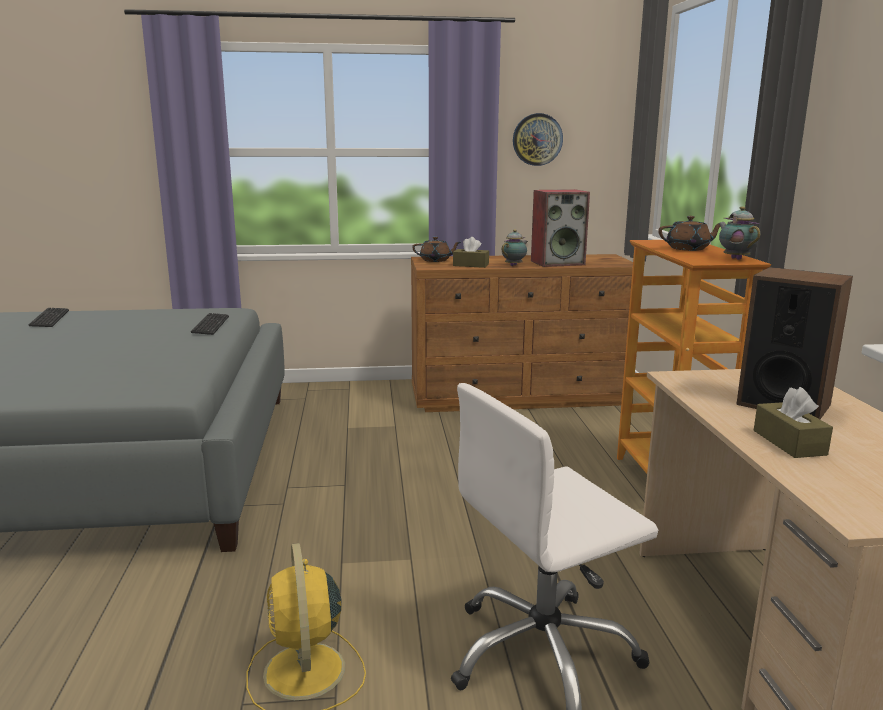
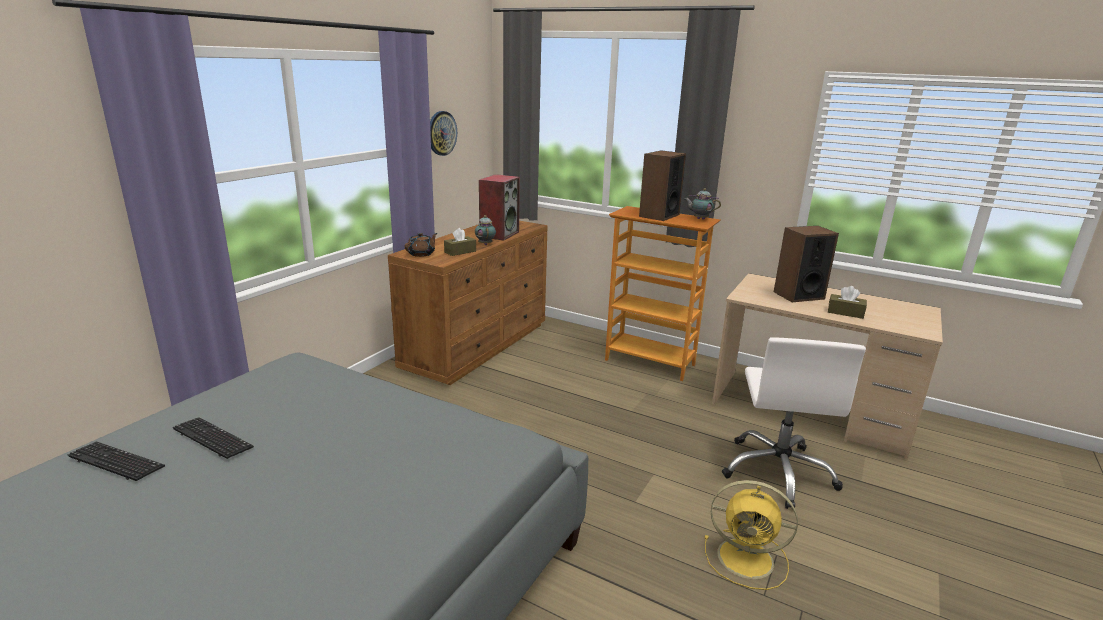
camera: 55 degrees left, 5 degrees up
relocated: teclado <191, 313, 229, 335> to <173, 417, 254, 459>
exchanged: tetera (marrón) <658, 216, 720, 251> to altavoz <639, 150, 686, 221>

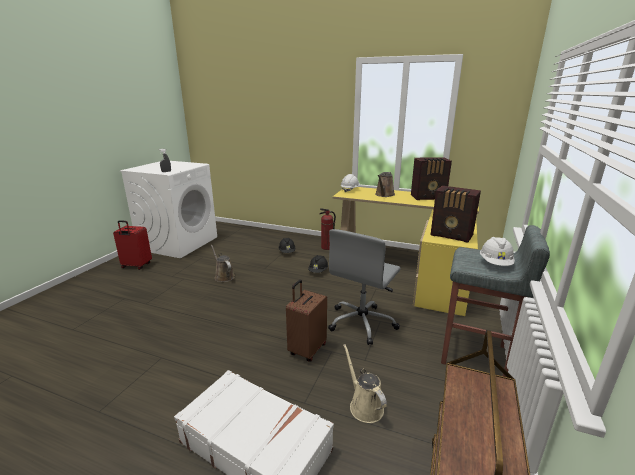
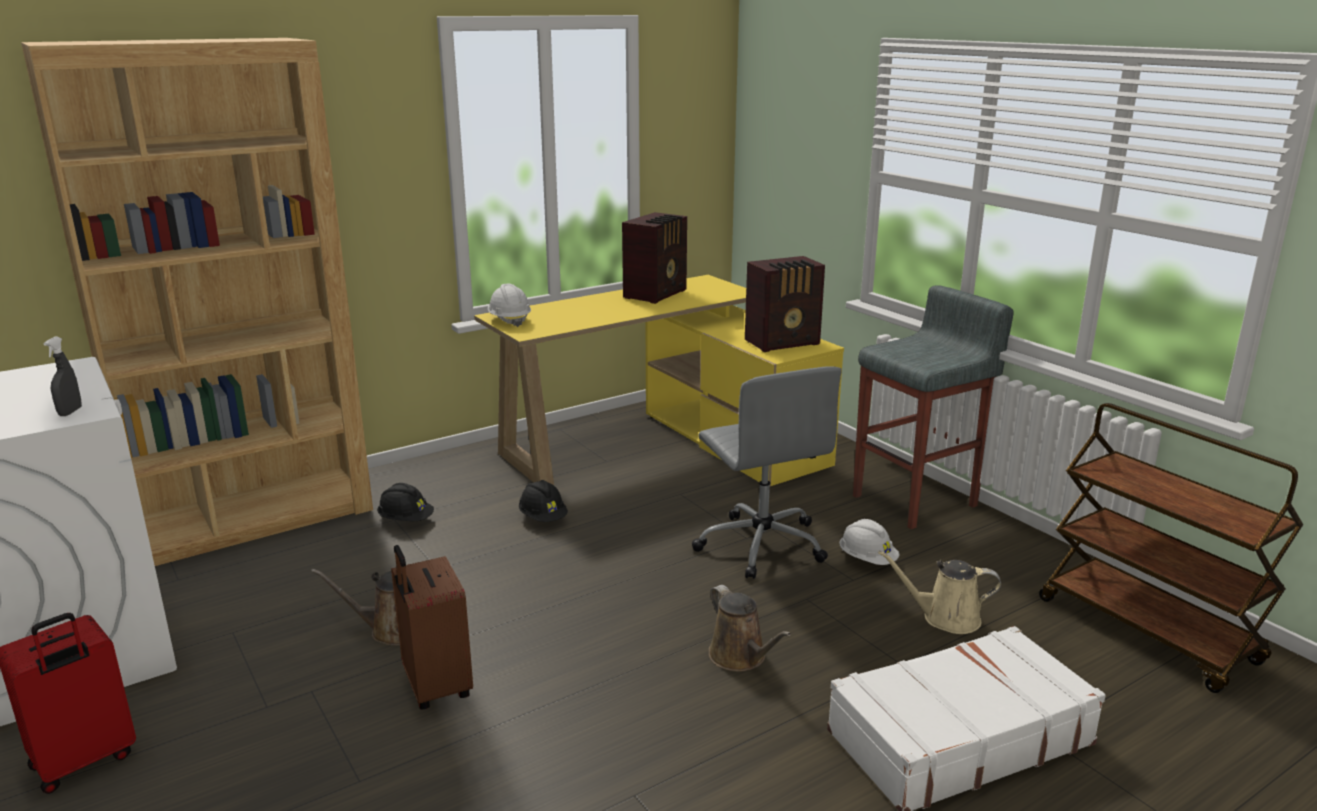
camera: 55 degrees left, 0 degrees up
missing: extintor <319, 208, 336, 250>
appeared: estantería (marrón) <21, 38, 373, 566>
relocated: regadera (marrón) <375, 172, 395, 197> to <709, 585, 791, 672>; casco (blanco) <480, 237, 515, 266> to <839, 519, 899, 565>; maleta (marrón) <286, 280, 327, 362> to <391, 545, 473, 710>

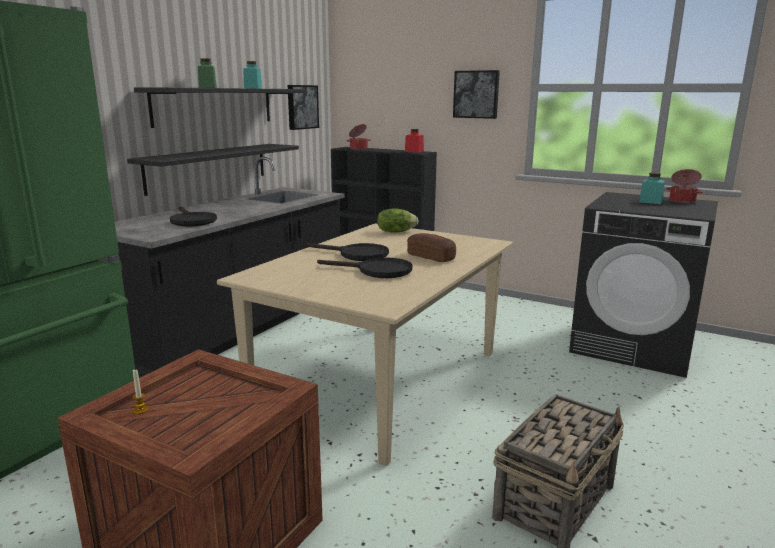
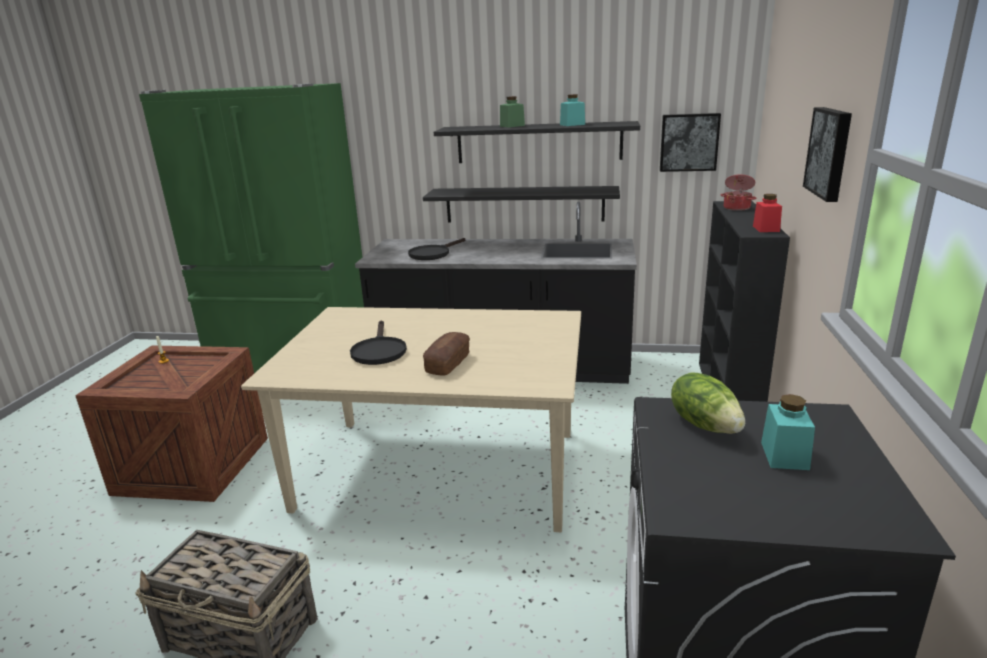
camera: 70 degrees right, 5 degrees up
missing: olla <666, 169, 703, 203>; sartén (negro) <306, 243, 389, 261>
relocated: lechuga <377, 208, 418, 233> to <671, 372, 745, 434>

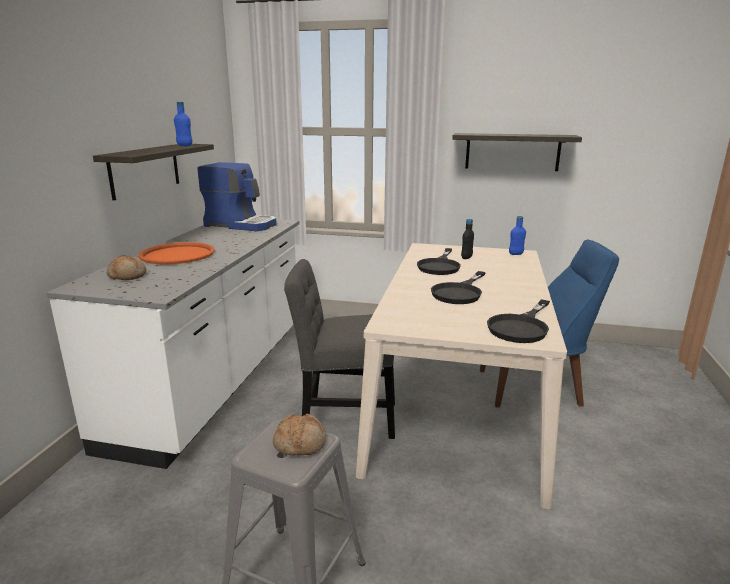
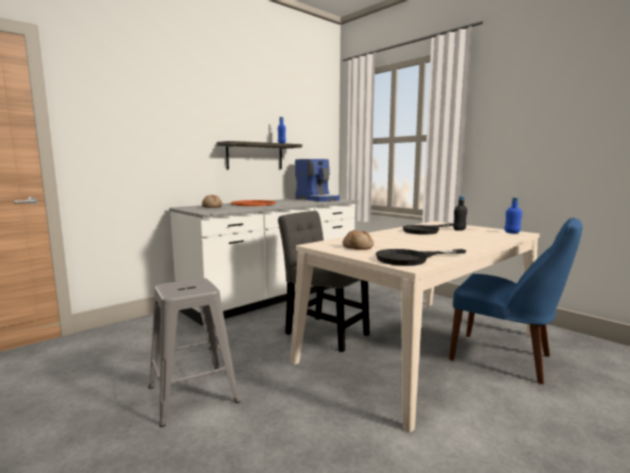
camera: 35 degrees right, 10 degrees down
missing: estante <452, 133, 582, 171>; sartén (negro) <431, 271, 486, 304>
relocated: pan <273, 414, 326, 456> to <343, 230, 374, 250>

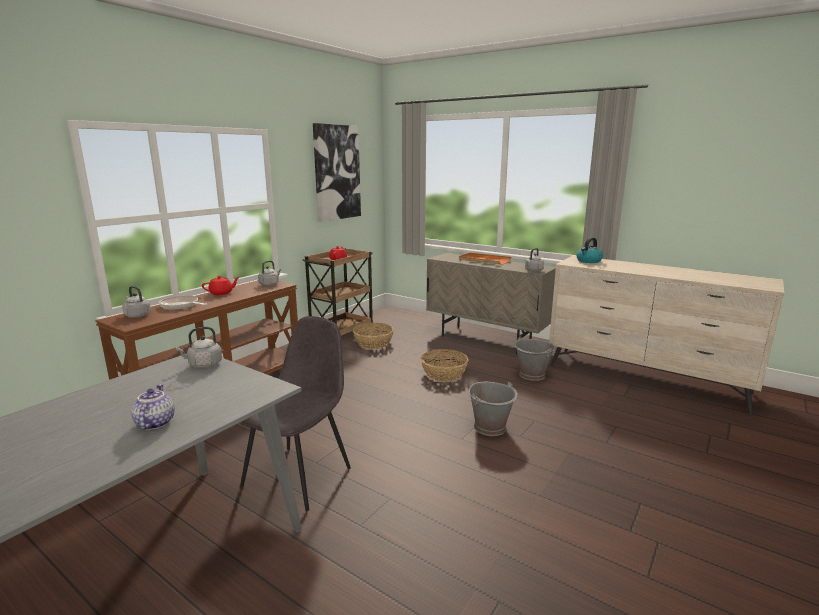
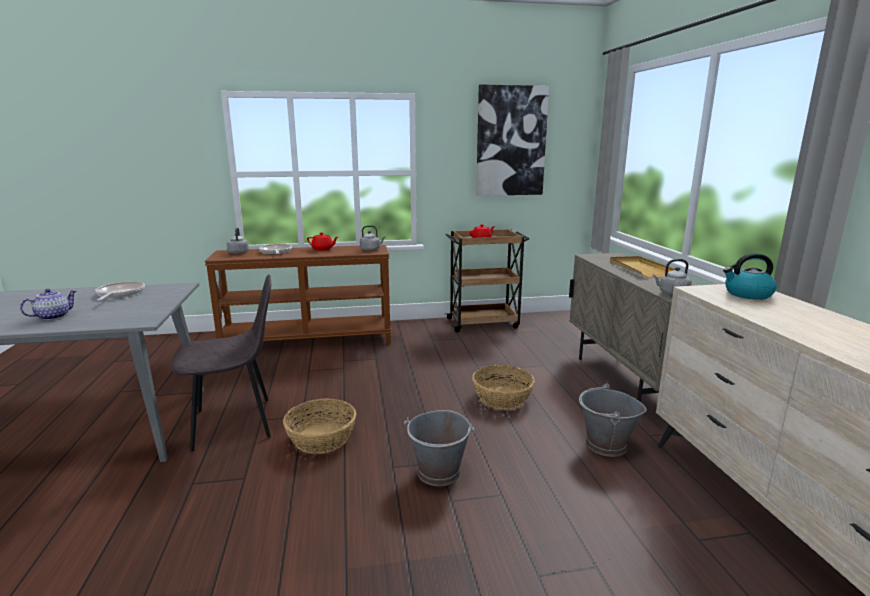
camera: 45 degrees right, 0 degrees up
missing: hervidor (gris) <176, 327, 222, 368>
appeared: sartén <95, 281, 145, 301>
relocated: cesta <353, 323, 394, 349> to <283, 398, 356, 454>
colour: bandeja (naranja) <459, 253, 511, 265> to bandeja (beis) <610, 256, 675, 278>

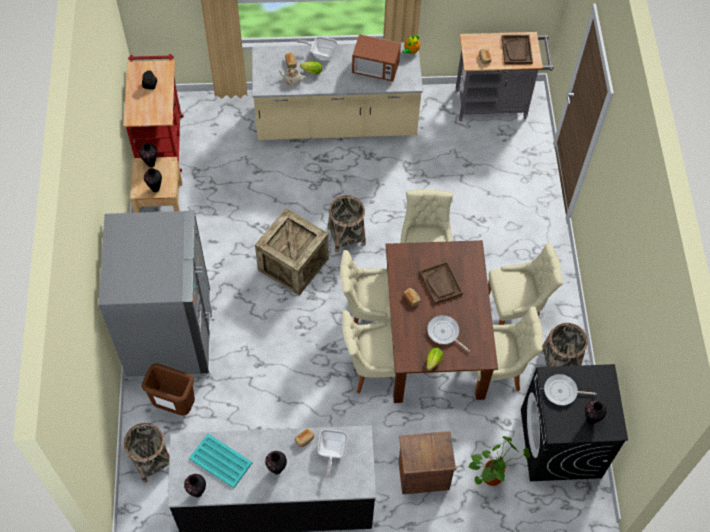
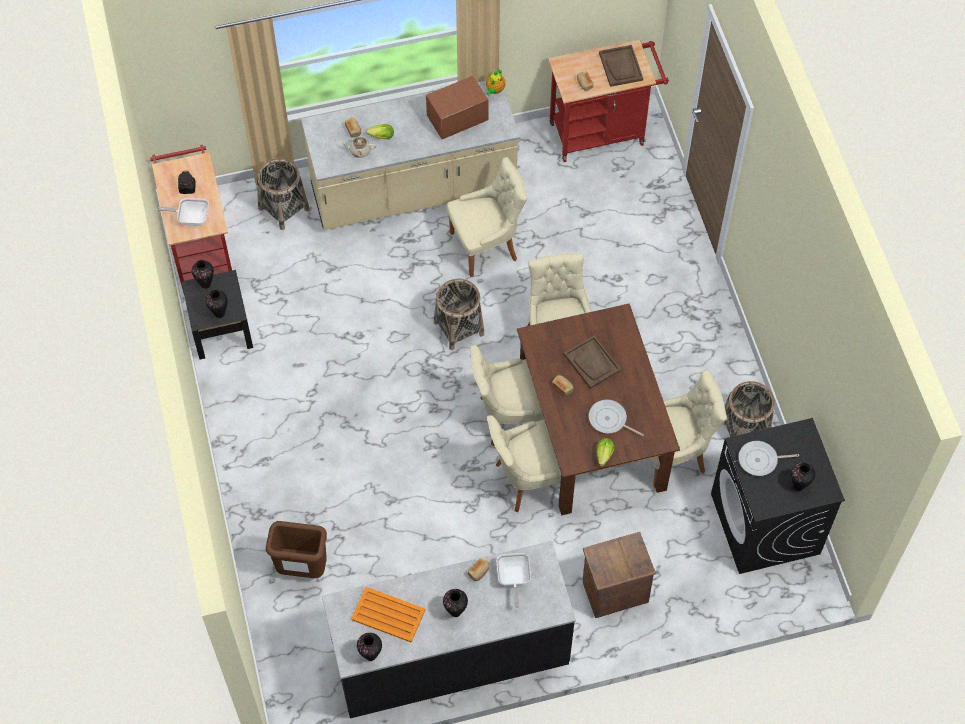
camera: 10 degrees left, 0 degrees up
missing: caja de embalaje <255, 208, 329, 296>; nevera (gris) <99, 211, 212, 380>; planta en maceta <469, 436, 530, 486>
relocated: sartén <296, 36, 337, 60> to <157, 198, 209, 226>; silla (beis) <488, 243, 563, 325> to <447, 157, 527, 277>; cesta <124, 423, 169, 483> to <257, 158, 310, 230>
colour: carrito (gris) <456, 32, 554, 121> to carrito (rojo) <548, 40, 669, 162>; mesita de noche (beis) <130, 157, 182, 213> to mesita de noche (negro) <182, 270, 253, 360>; bandeja (turquesa) <189, 434, 252, 488> to bandeja (naranja) <351, 587, 425, 642>
spun: microondas <352, 34, 401, 81> = <426, 76, 489, 139> 150 degrees clockwise

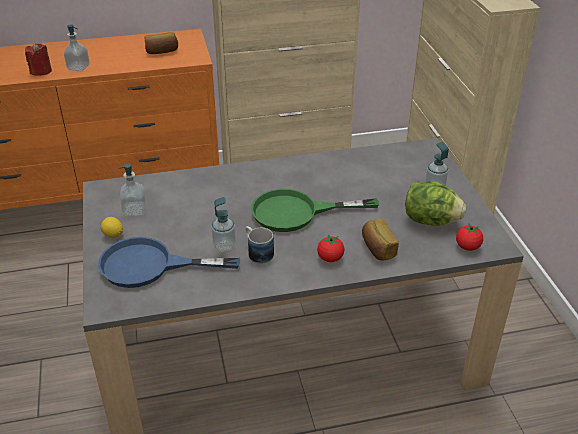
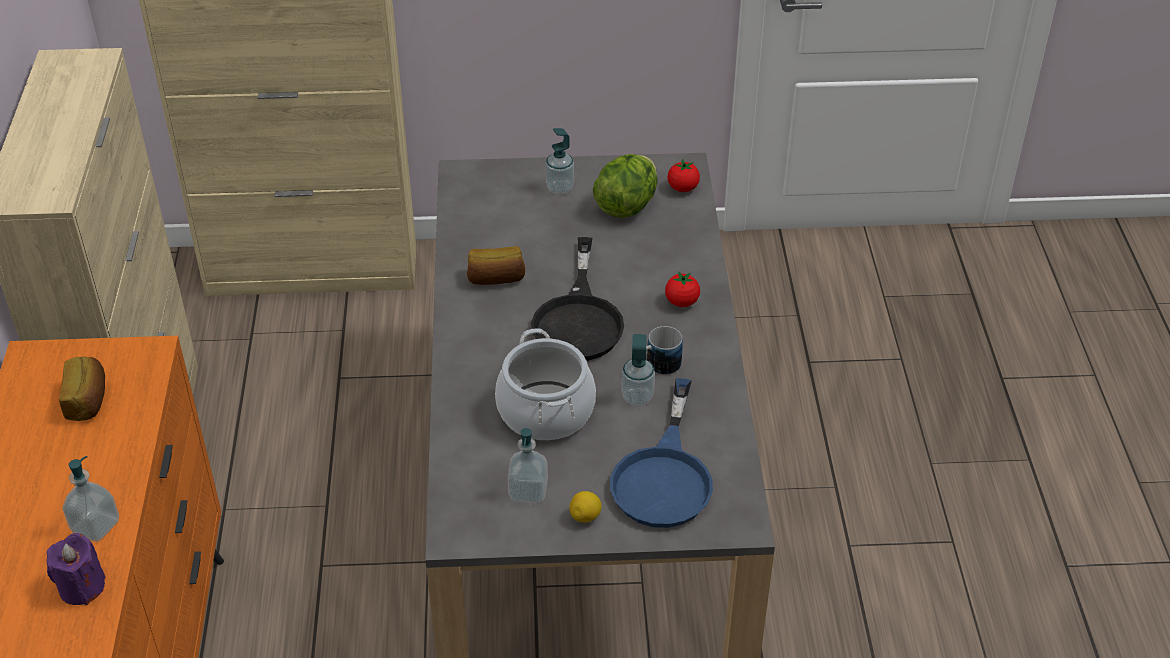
camera: 80 degrees left, 5 degrees up
appeared: olla <495, 328, 596, 441>
relocated: pan <362, 219, 399, 261> to <467, 246, 525, 285>
colour: vela (rojo) <25, 42, 52, 76> to vela (morado) <47, 533, 106, 605>; sartén (verde) <251, 189, 379, 232> to sartén (negro) <531, 237, 624, 361>

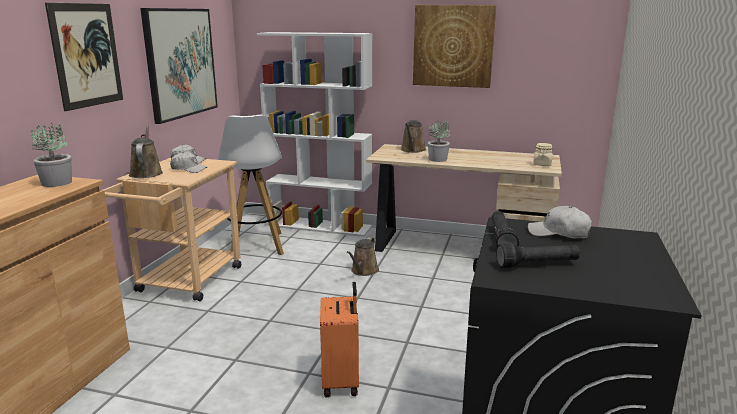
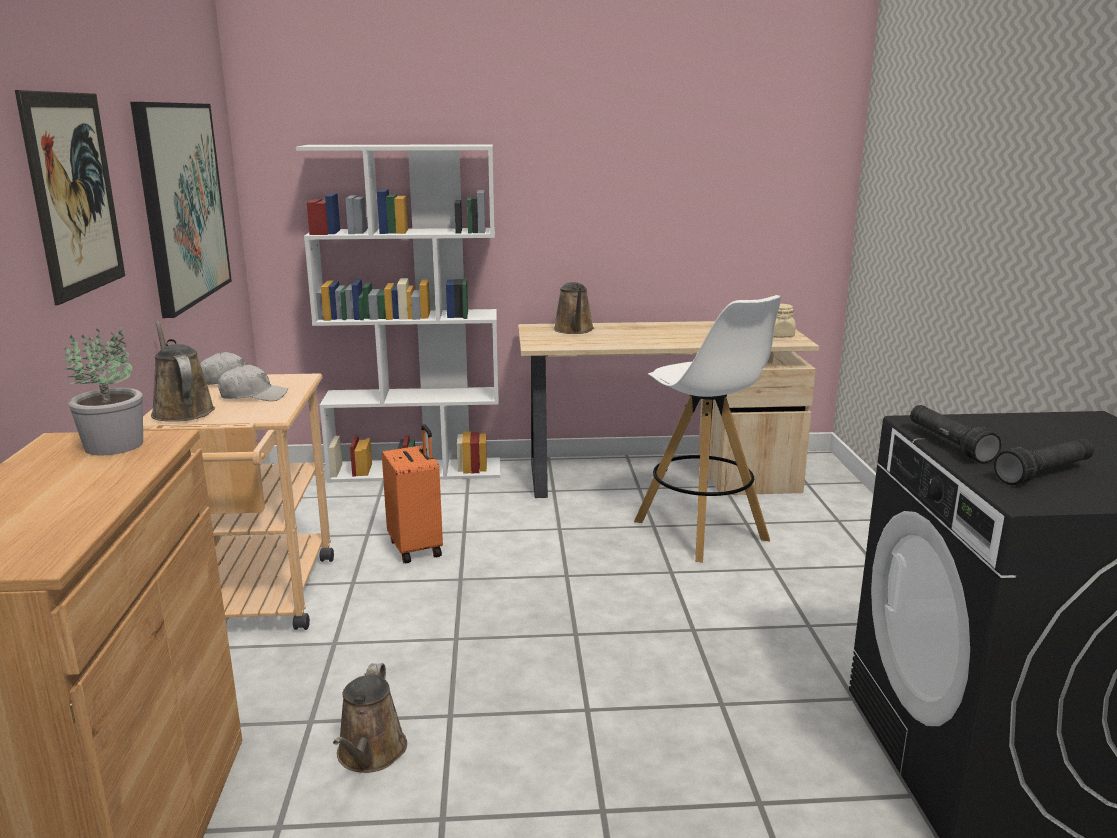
camera: 20 degrees left, 0 degrees up
missing: cuadro <413, 5, 496, 88>; planta en maceta <428, 120, 450, 162>; gorra (blanco) <528, 206, 592, 238>
relocated: taburete (blanco) <218, 115, 284, 255> to <634, 295, 781, 563>; regadera (marrón) <347, 237, 379, 276> to <333, 663, 407, 773>; maleta (naranja) <320, 282, 359, 397> to <382, 424, 443, 564>

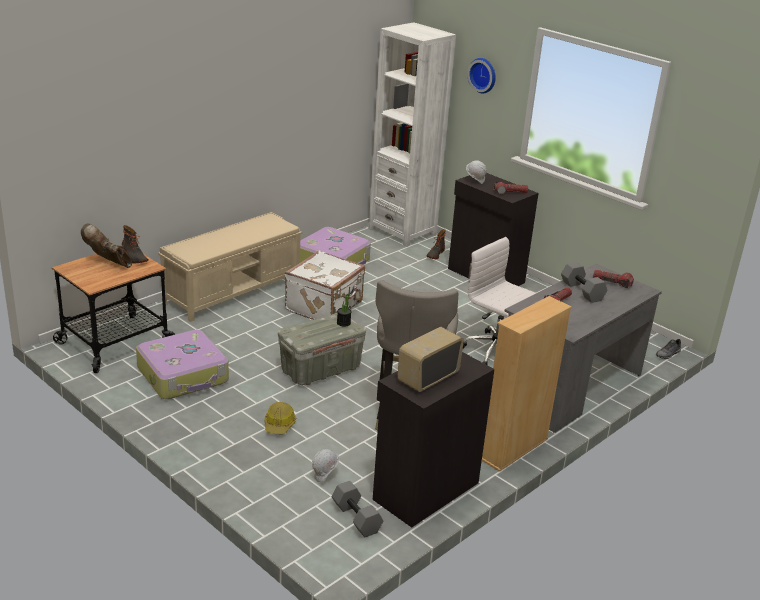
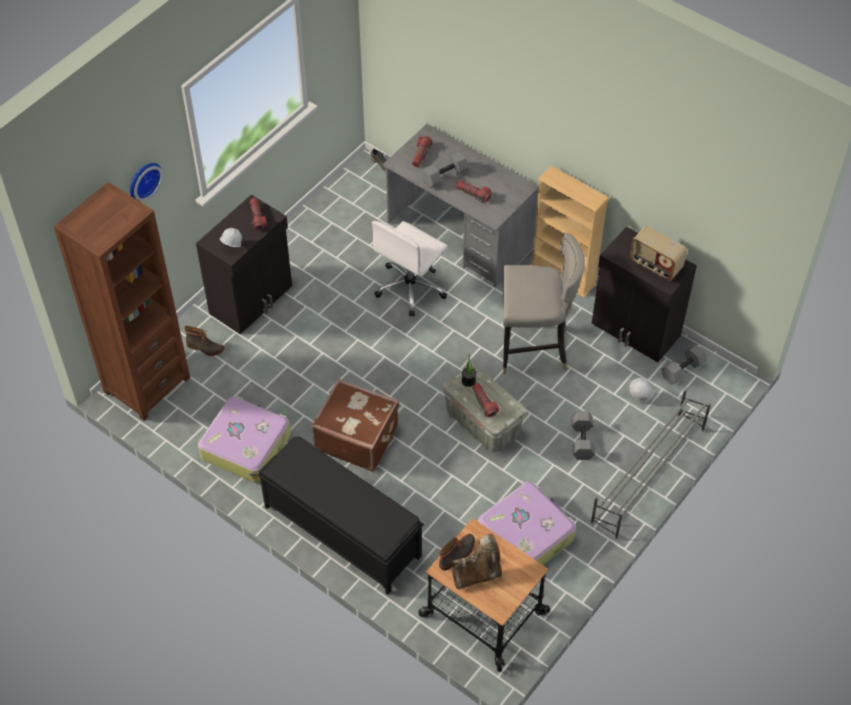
camera: 95 degrees left, 25 degrees up
appeared: linterna <472, 383, 499, 417>; zapatero (gris) <591, 388, 711, 540>
exchanged: casco <264, 402, 296, 434> to mancuerna (gris) <571, 411, 595, 460>
colour: estantería (blanco) <369, 22, 456, 247> to estantería (marrón) <54, 182, 190, 421>; banco (beis) <158, 212, 302, 322> to banco (negro) <258, 436, 424, 595>; maleta (blanco) <285, 250, 365, 320> to maleta (marrón) <312, 379, 399, 472>
spun: bota (marrón) <81, 223, 132, 268> = <452, 533, 502, 590> 135 degrees counterclockwise

